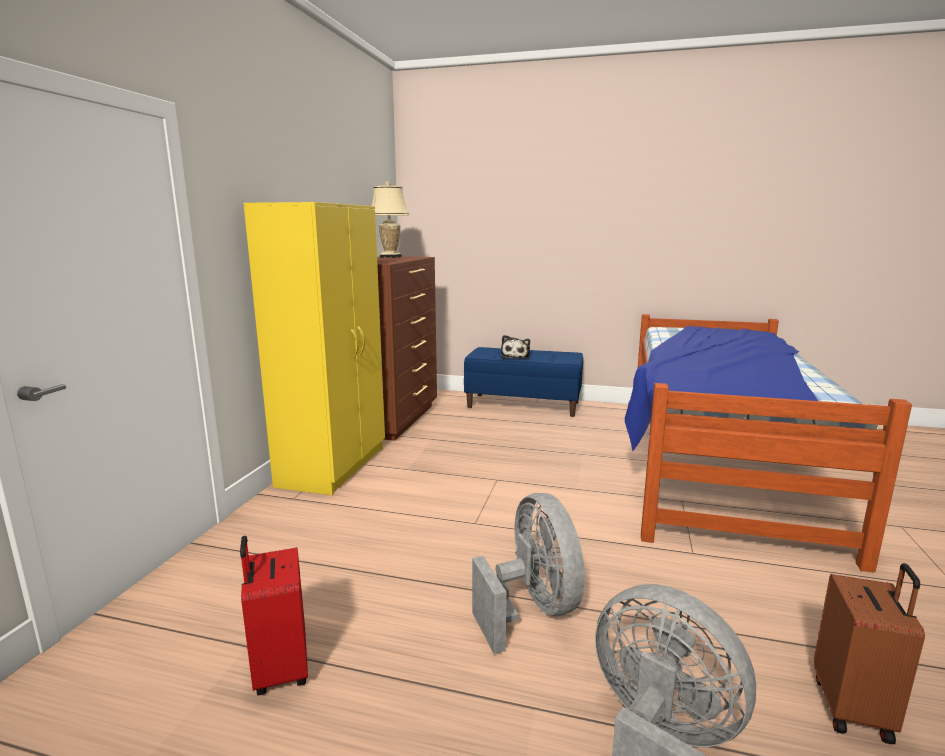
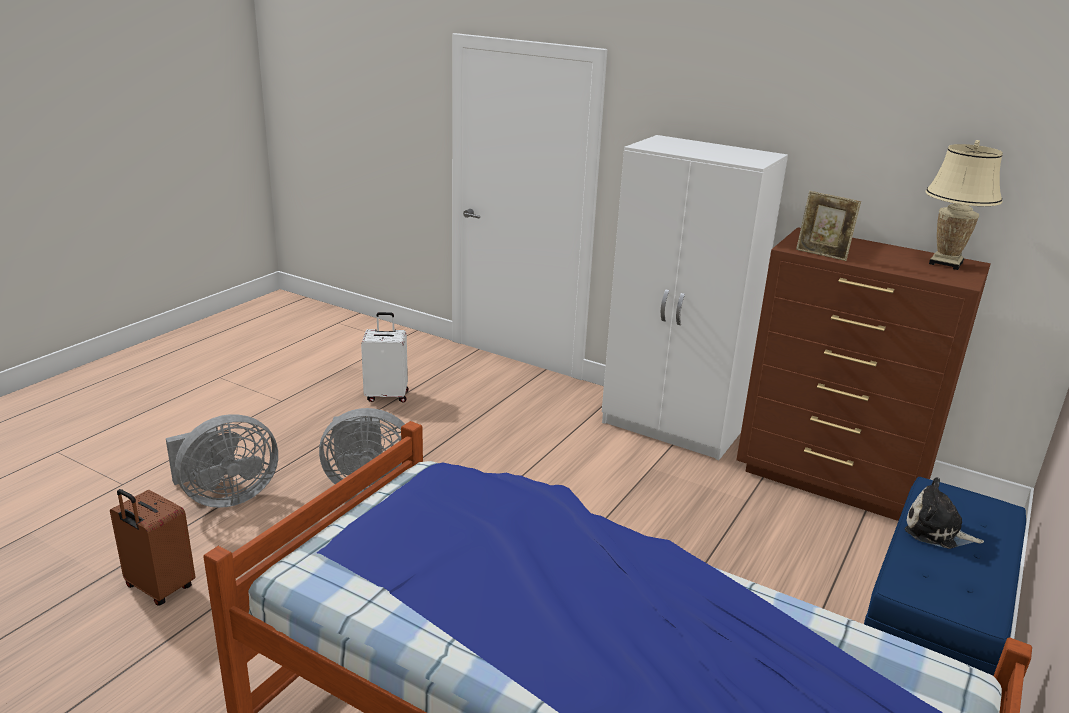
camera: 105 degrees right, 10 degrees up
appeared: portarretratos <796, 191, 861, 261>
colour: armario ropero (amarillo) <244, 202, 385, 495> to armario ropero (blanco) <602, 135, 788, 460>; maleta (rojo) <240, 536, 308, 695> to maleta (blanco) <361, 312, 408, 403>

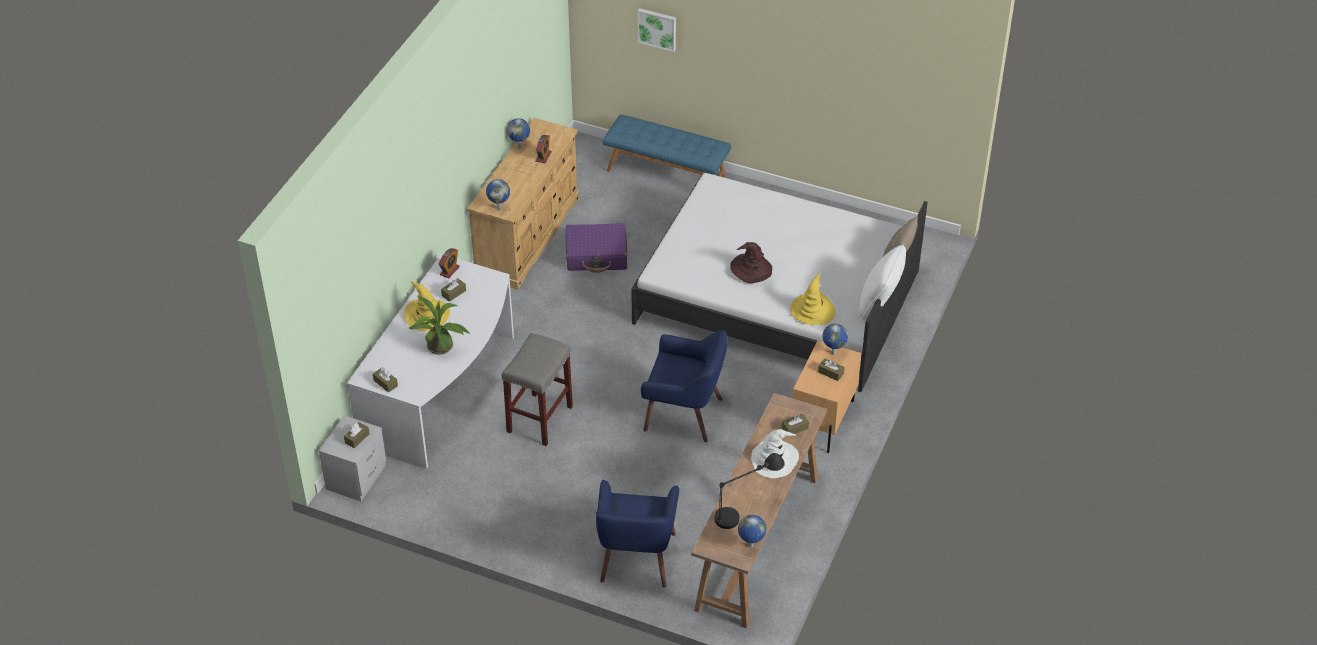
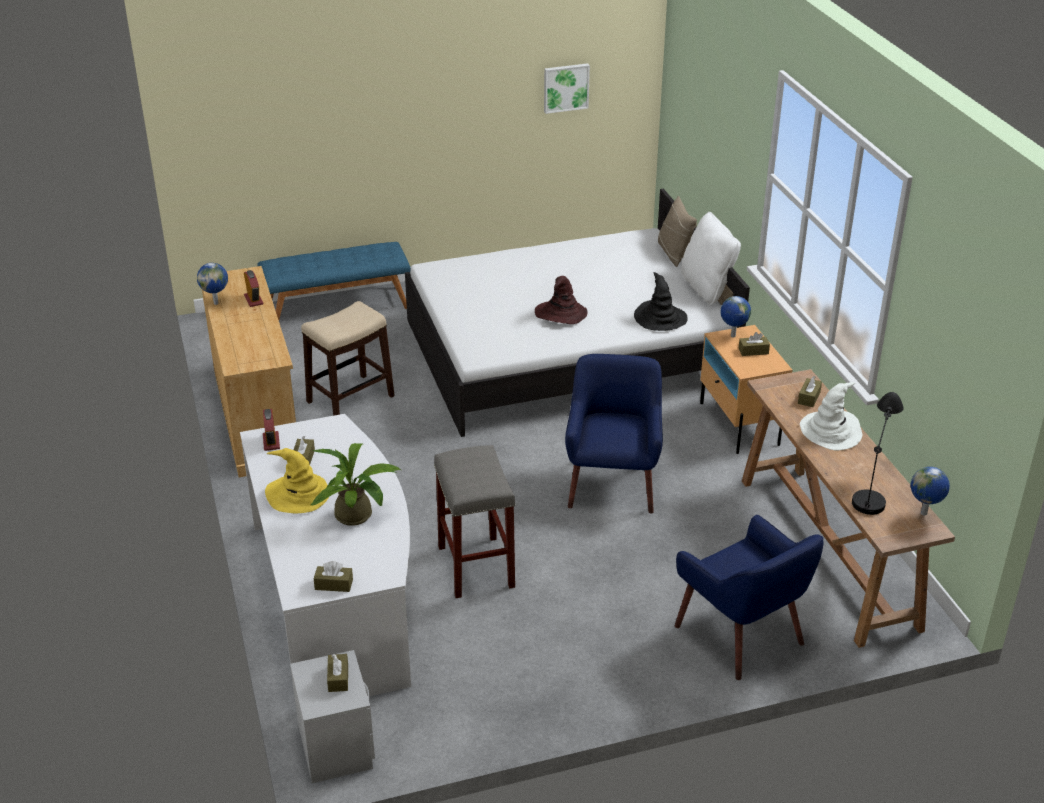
camera: 40 degrees left, 10 degrees down
missing: globo terráqueo <486, 179, 510, 210>
relocated: cuadro <638, 8, 676, 52> to <544, 63, 590, 114>
exchanged: maleta (morado) <566, 223, 627, 273> to taburete <301, 301, 395, 416>
colour: sombrero (amarillo) <790, 273, 836, 325> to sombrero (negro) <634, 272, 688, 331>
spun: sillón (azul) <641, 330, 728, 442> = <565, 354, 663, 514> 60 degrees counterclockwise

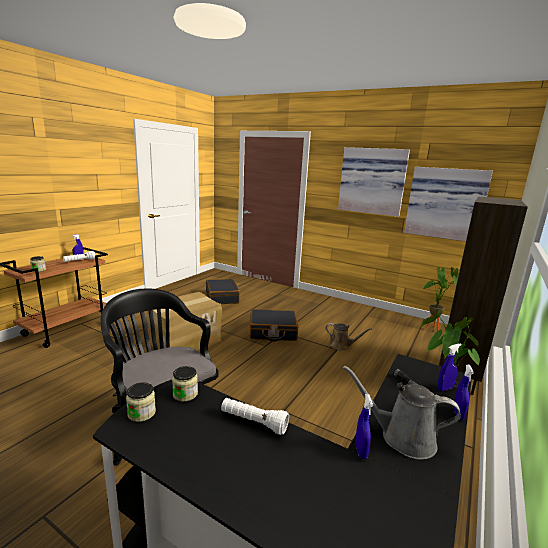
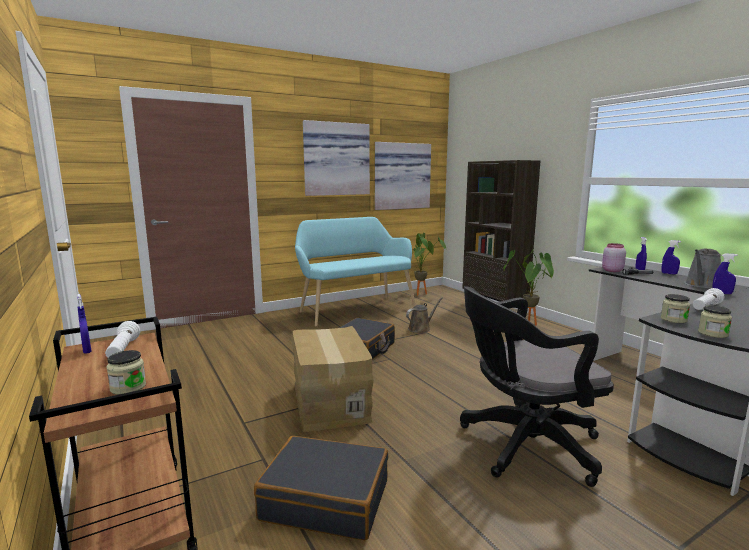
camera: 60 degrees left, 5 degrees down
appeared: banco (turquesa) <295, 217, 416, 327>; tarro (rosa) <602, 243, 626, 272>
relocated: maleta (negro) <206, 279, 240, 304> to <254, 436, 388, 540>

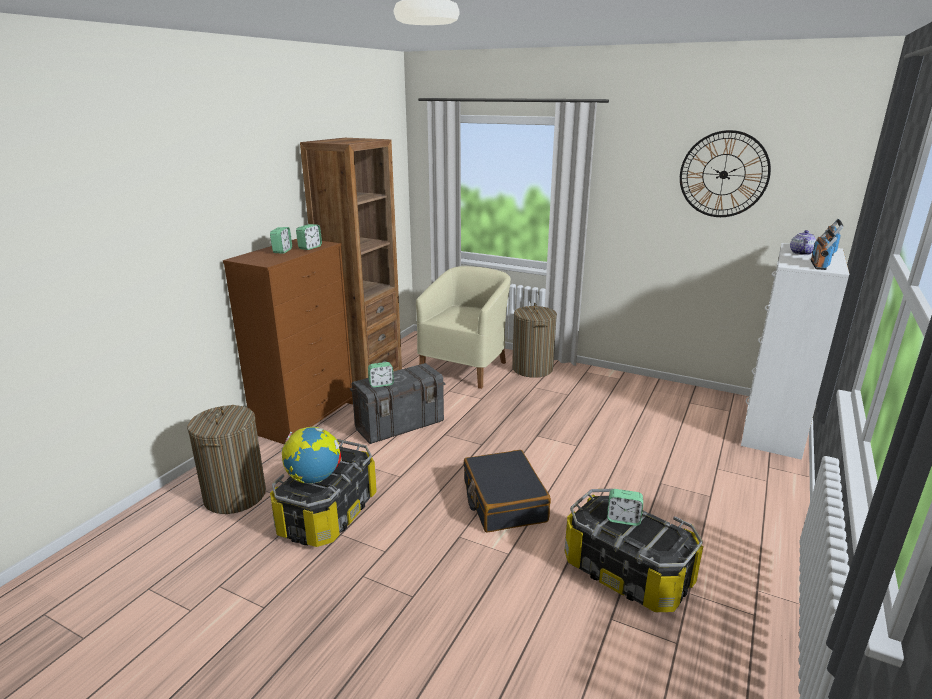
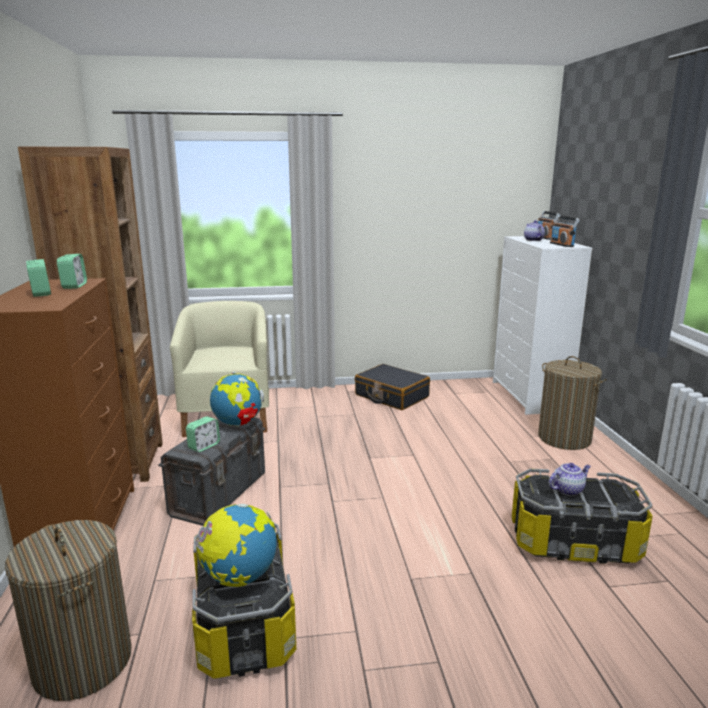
camera: 35 degrees left, 5 degrees down
missing: reloj de pared <680, 130, 771, 217>
appeared: globo terráqueo <210, 372, 264, 426>
relocated: cesto de la ropa <512, 303, 557, 378> to <538, 356, 607, 450>; maleta (negro) <463, 450, 551, 532> to <355, 364, 430, 410>
exchanged: despertador <607, 489, 643, 526> to tetera <549, 463, 591, 496>

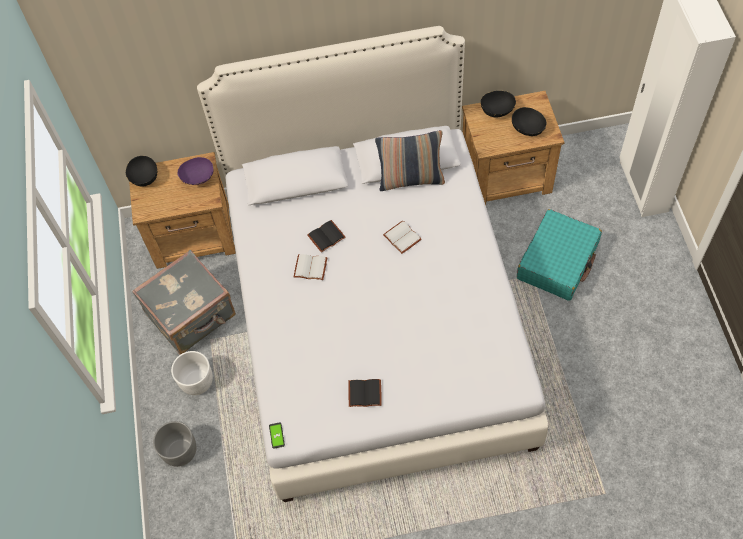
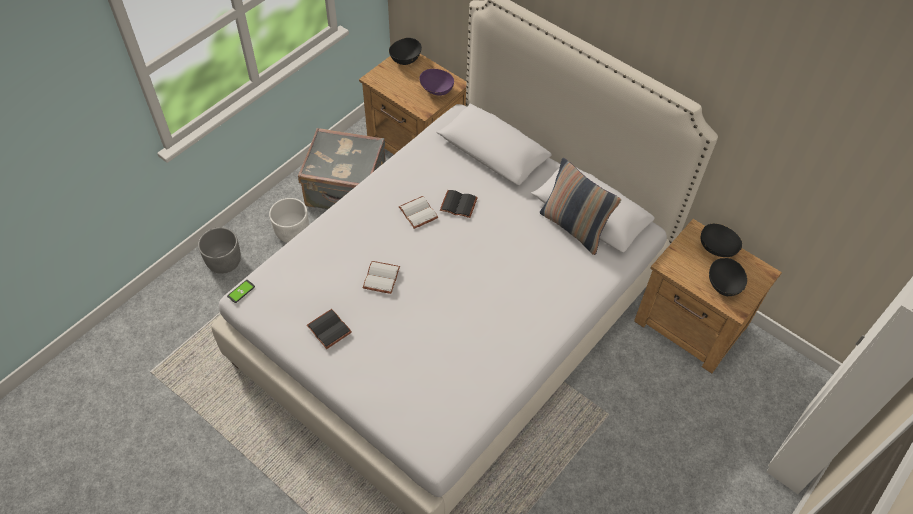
camera: 45 degrees right, 5 degrees down
missing: maleta (turquesa) <517, 209, 602, 301>
relocated: libro (blanco) <383, 221, 422, 254> to <363, 261, 400, 294>

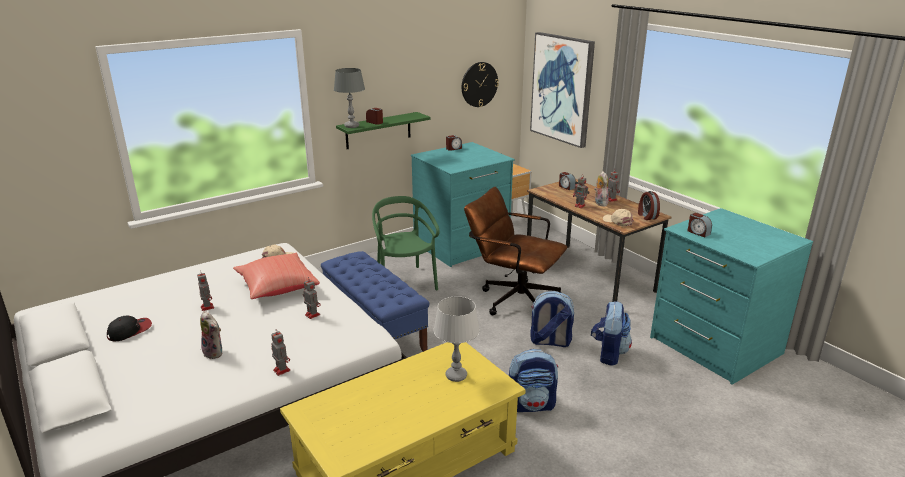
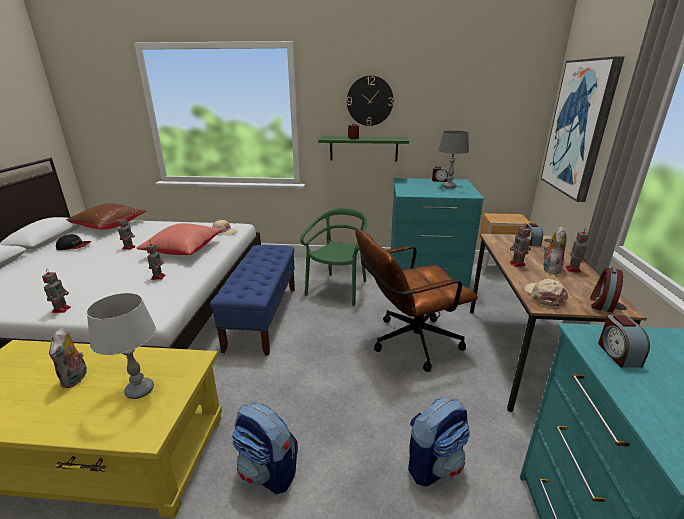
camera: 40 degrees right, 0 degrees up
missing: mochila <530, 291, 574, 347>
appeared: cojín (marrón) <66, 203, 146, 230>
relocated: reloj de pared <462, 62, 499, 107> to <347, 76, 393, 126>; lámpara de mesa (gris) <334, 68, 365, 128> to <438, 131, 469, 188>; peluche <200, 311, 222, 359> to <49, 328, 87, 388>
spun: silla de oficina (marrón) <464, 187, 567, 315> = <355, 229, 478, 372> 90 degrees counterclockwise

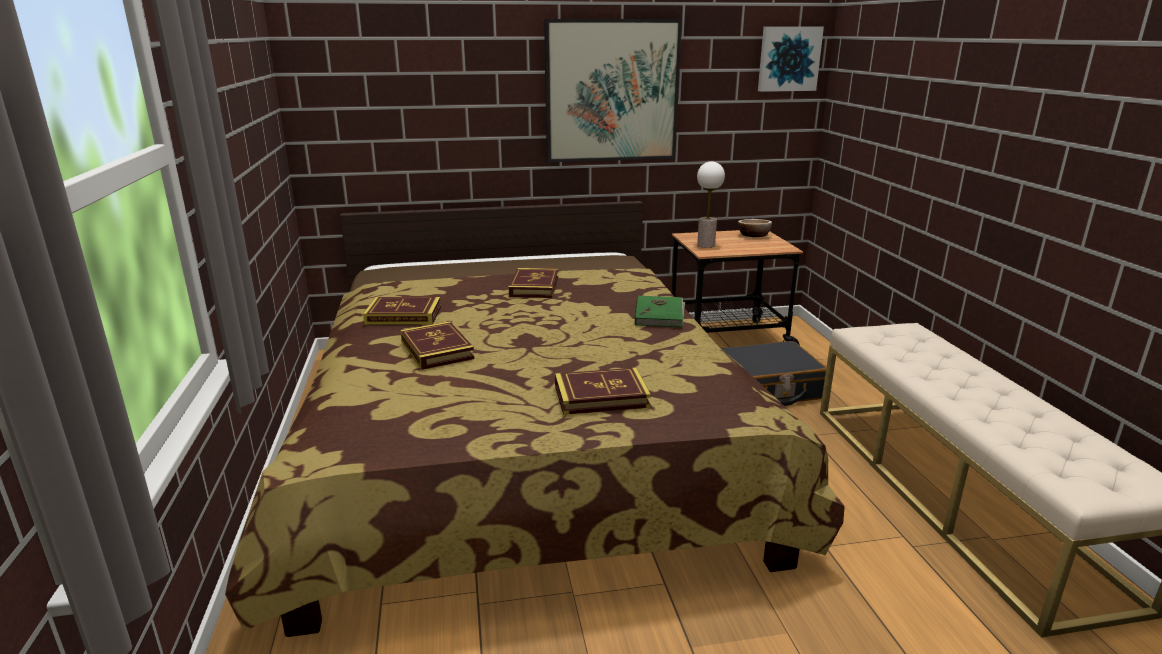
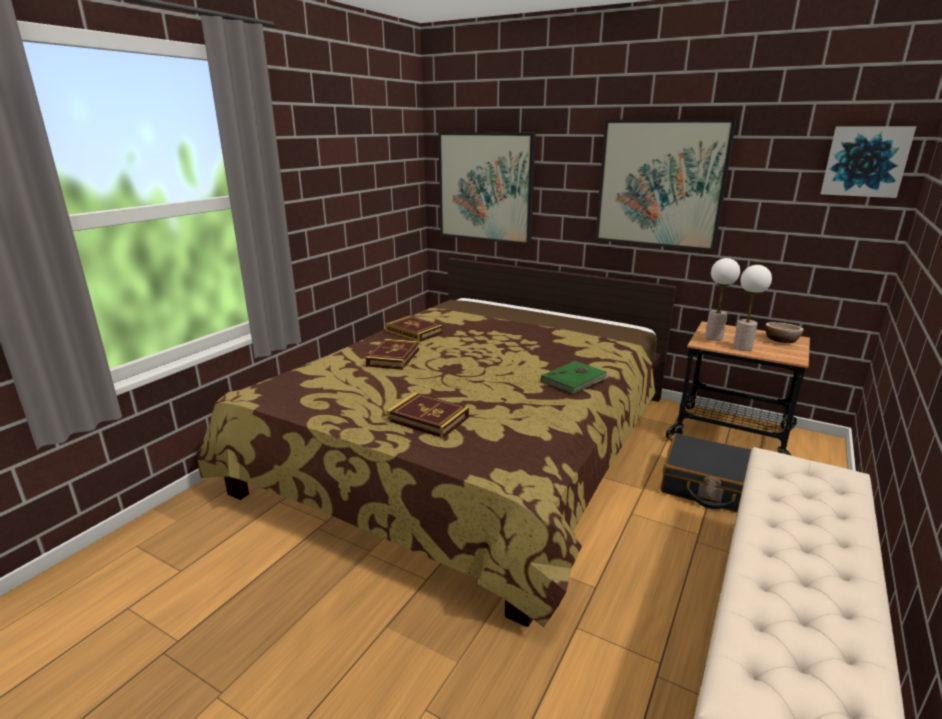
camera: 40 degrees right, 0 degrees up
missing: libro <509, 268, 558, 298>
appeared: cuadro <438, 132, 536, 245>; lámpara de mesa <733, 265, 772, 351>

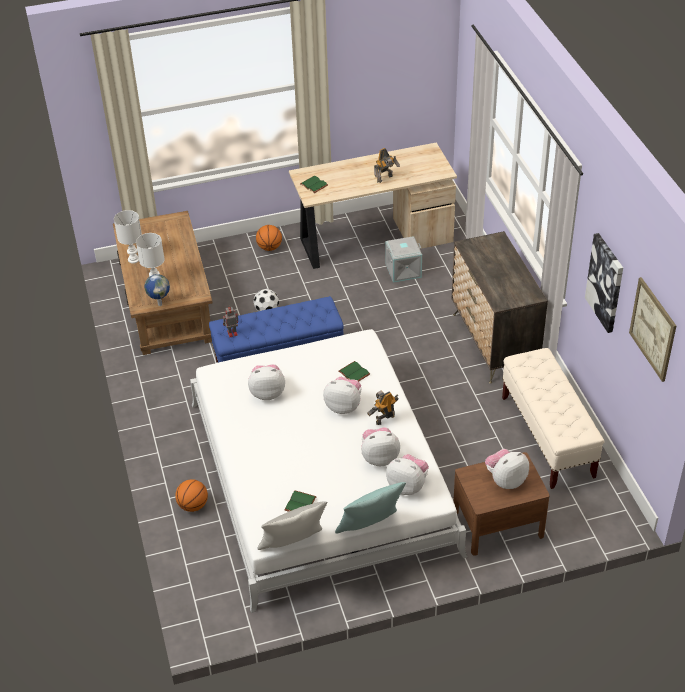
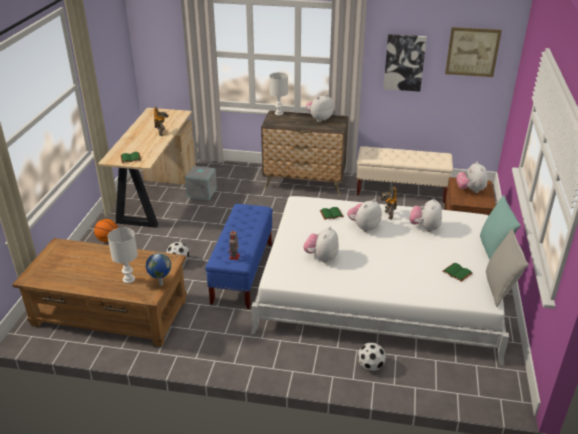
camera: 65 degrees left, 10 degrees down
relocated: lámpara de mesa (blanco) <114, 210, 142, 263> to <269, 72, 288, 115>; peluche <386, 454, 429, 495> to <306, 94, 334, 122>
exchanged: balón de baloncesto <175, 479, 208, 512> to balón de fútbol <358, 343, 386, 371>

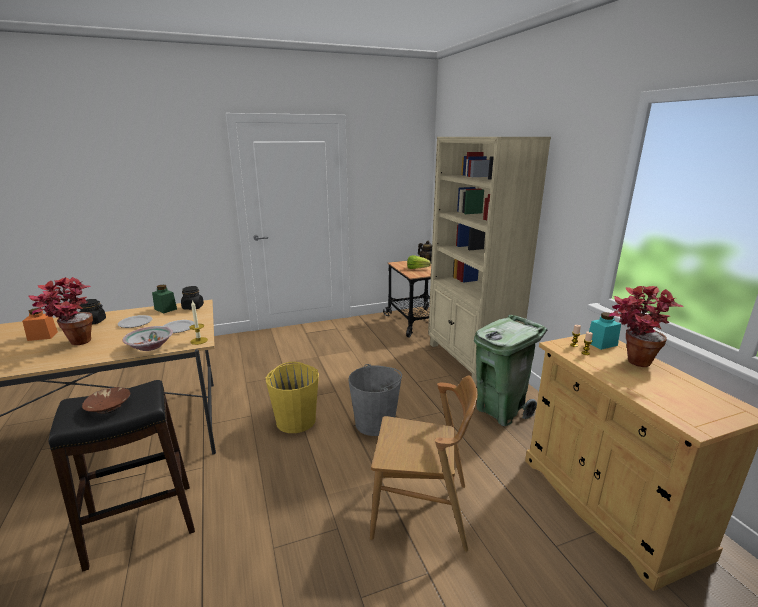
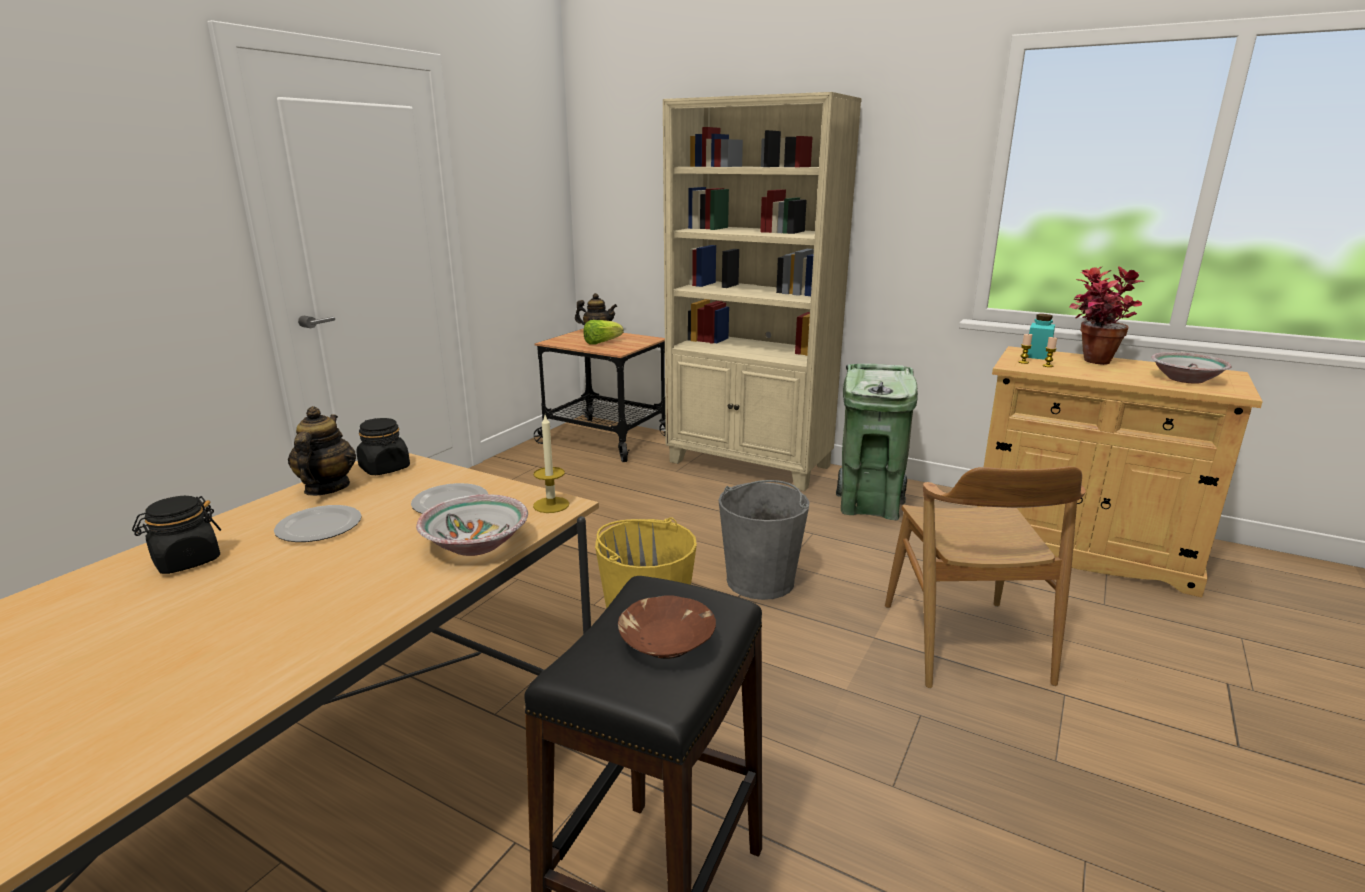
camera: 40 degrees left, 0 degrees up
missing: planta en maceta <28, 277, 93, 345>; tarro (naranja) <22, 308, 58, 341>
appeared: cuenco <1151, 352, 1231, 384>
exchanged: tarro (verde) <152, 285, 177, 313> to tetera <288, 406, 356, 496>
spun: silla (marrón) <370, 376, 478, 552> = <885, 466, 1086, 688> 120 degrees clockwise

